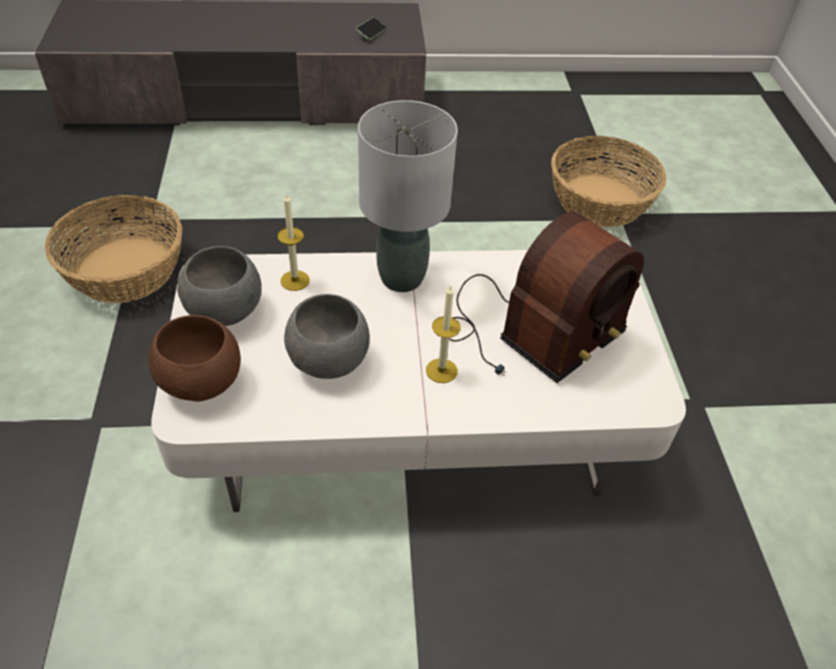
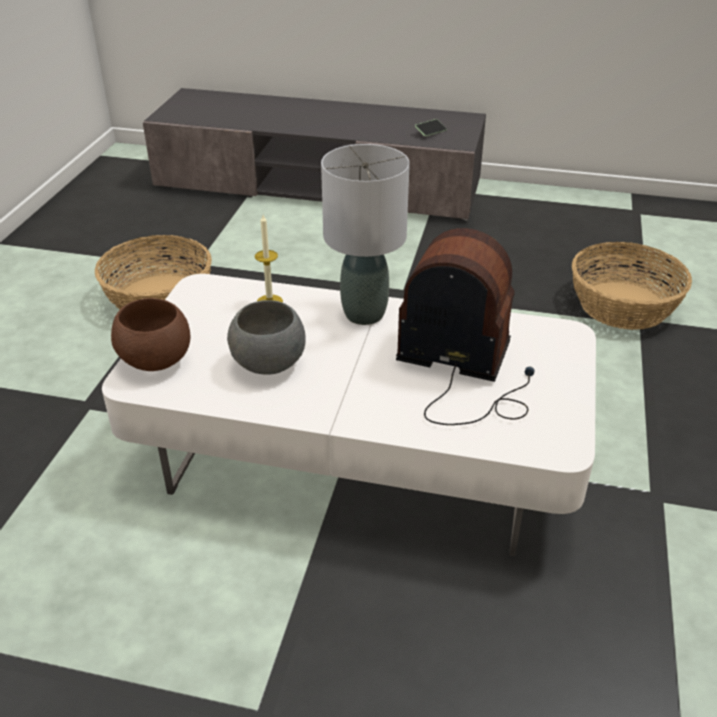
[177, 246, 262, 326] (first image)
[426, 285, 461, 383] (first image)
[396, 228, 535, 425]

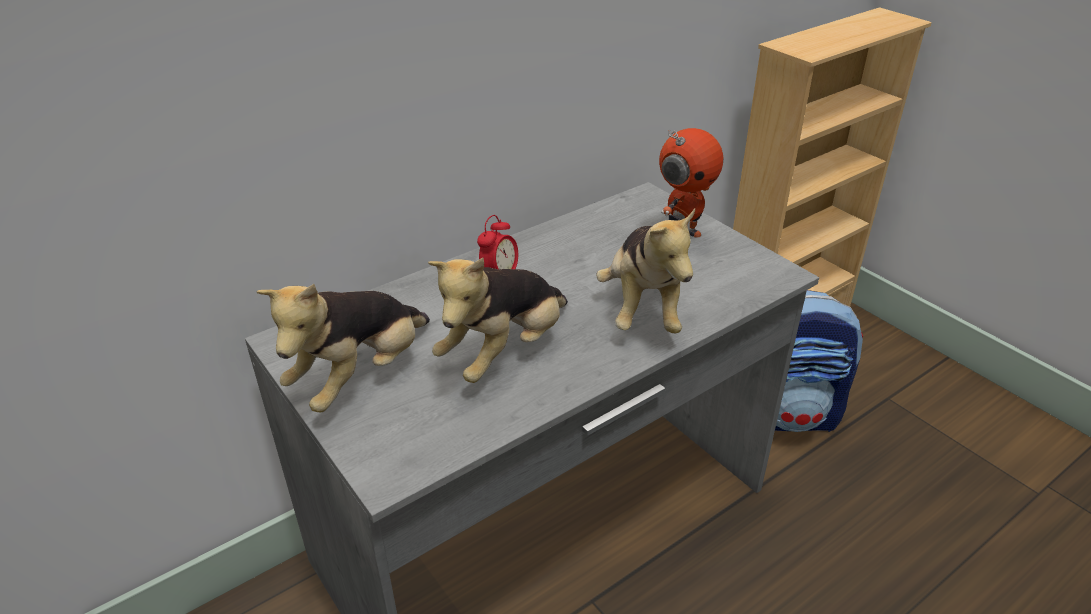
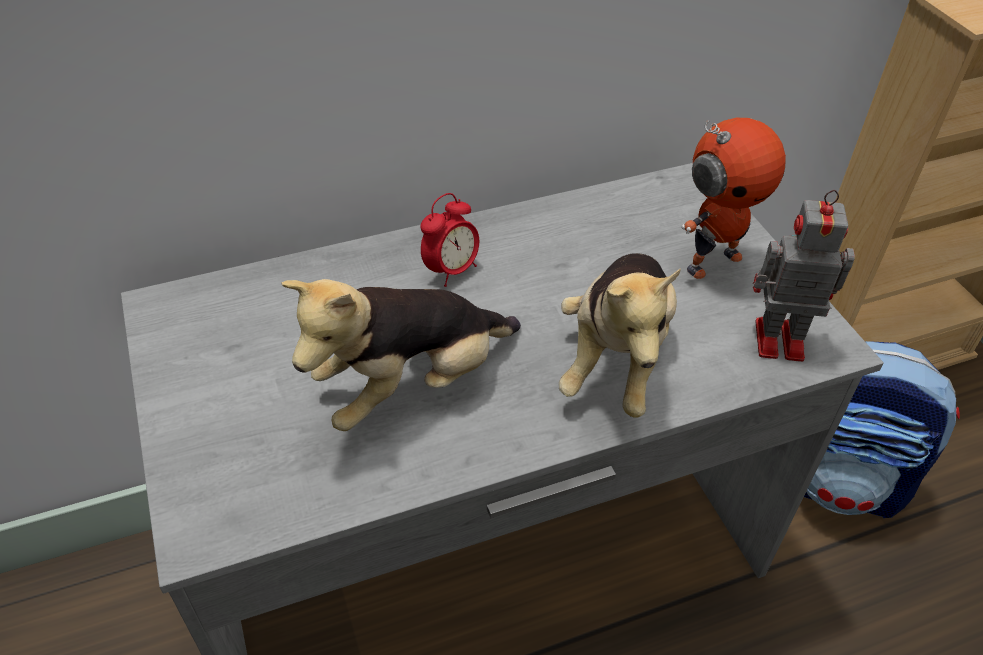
[256, 284, 430, 412] (first image)
[753, 190, 855, 362]

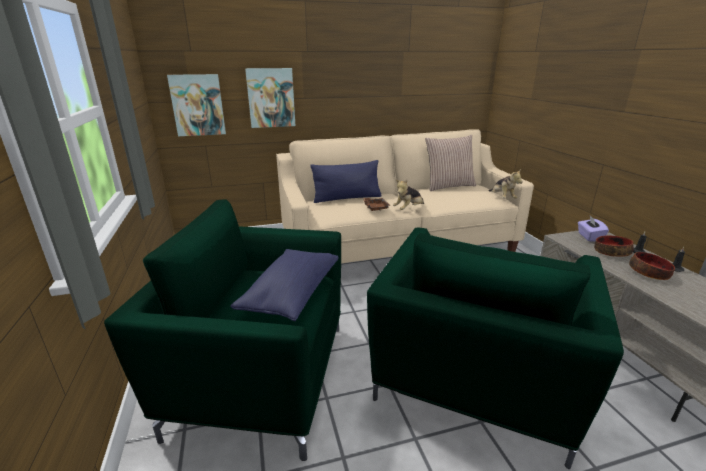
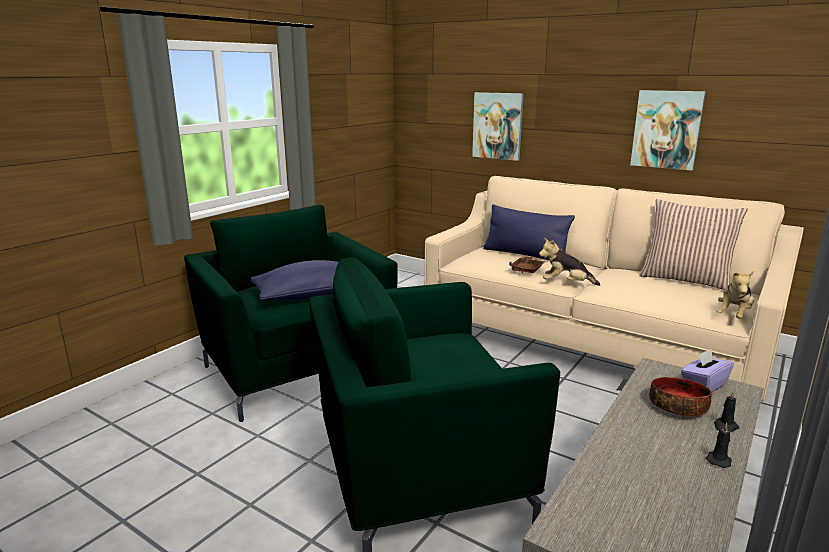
[630, 90, 706, 171]
[629, 252, 675, 280] (first image)

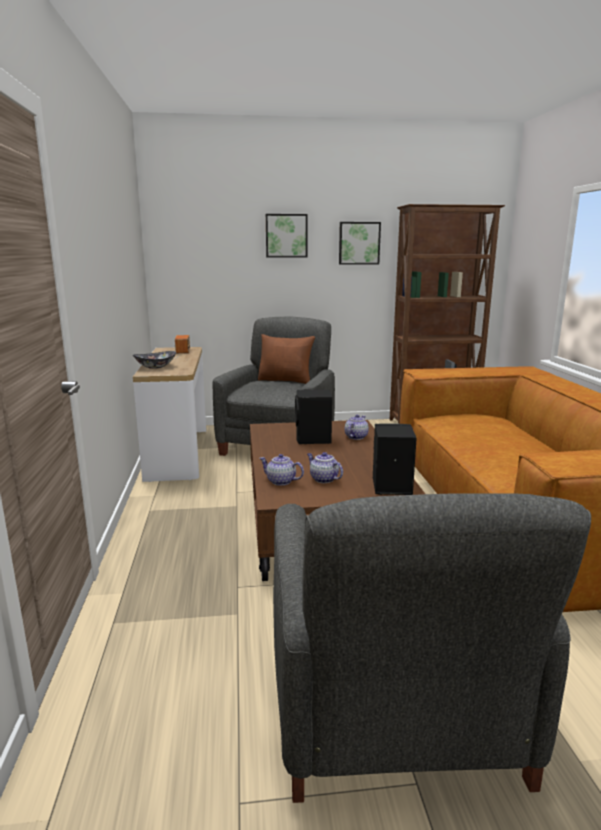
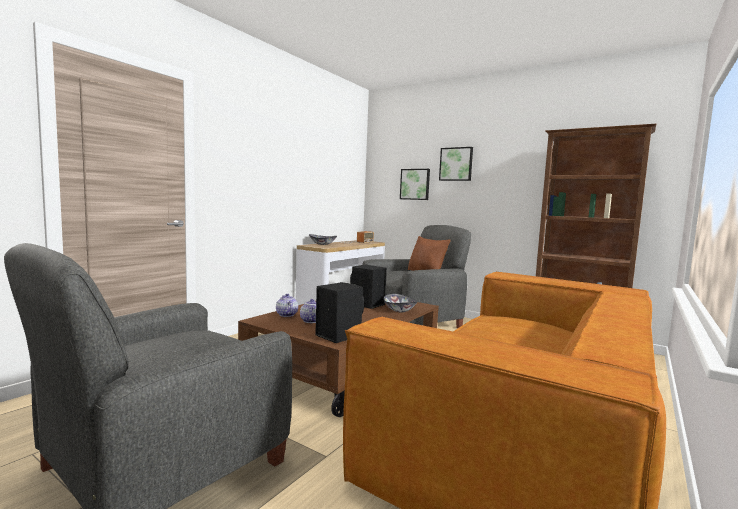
[400, 169, 430, 200]
[383, 293, 417, 313]

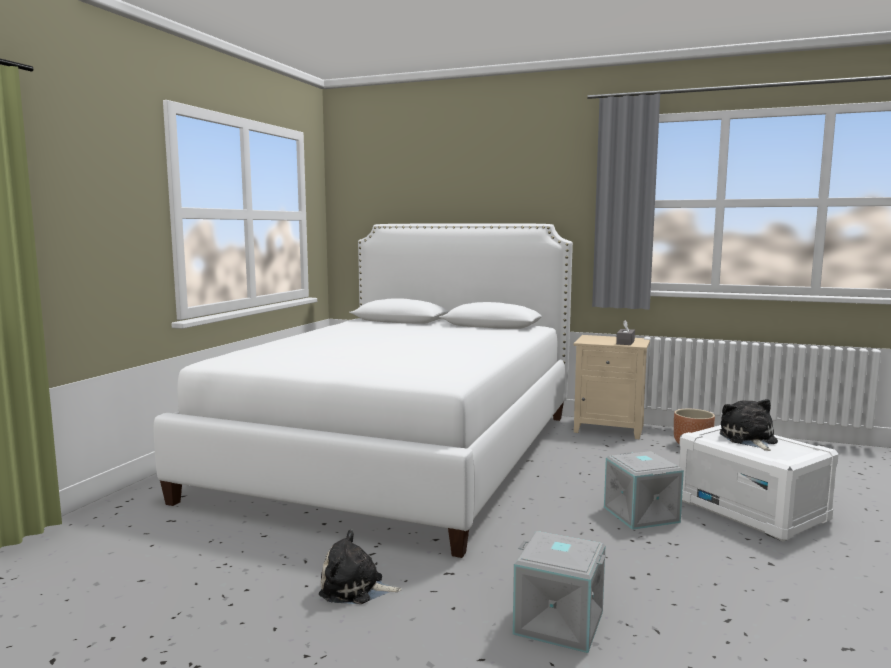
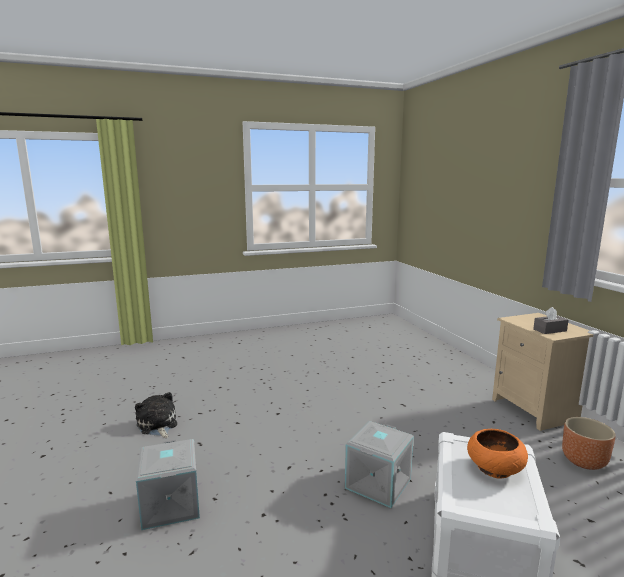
[154, 223, 573, 558] (first image)
[467, 429, 528, 479]

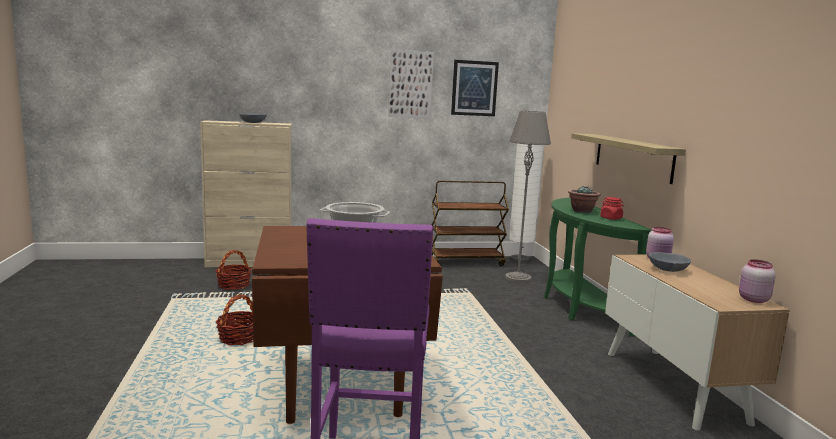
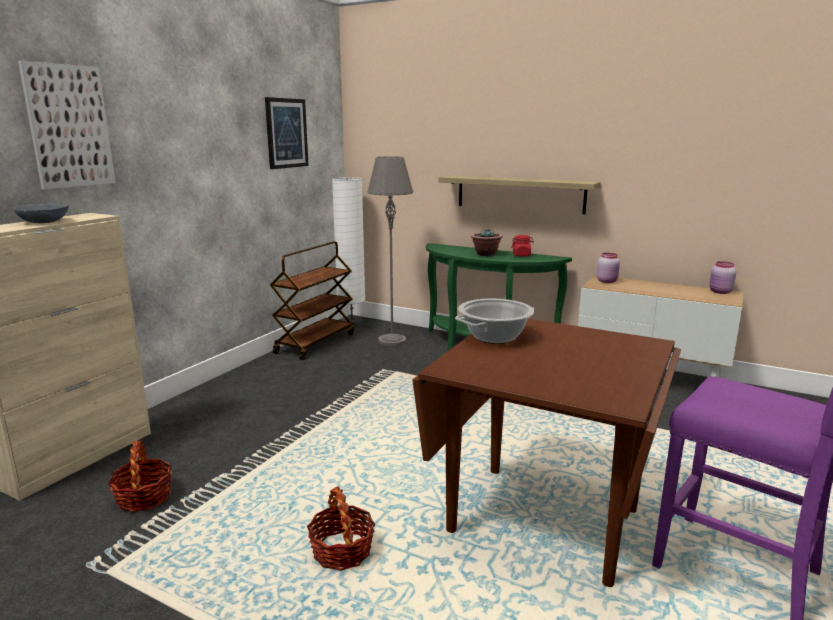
[18, 61, 116, 190]
[649, 252, 691, 272] (first image)

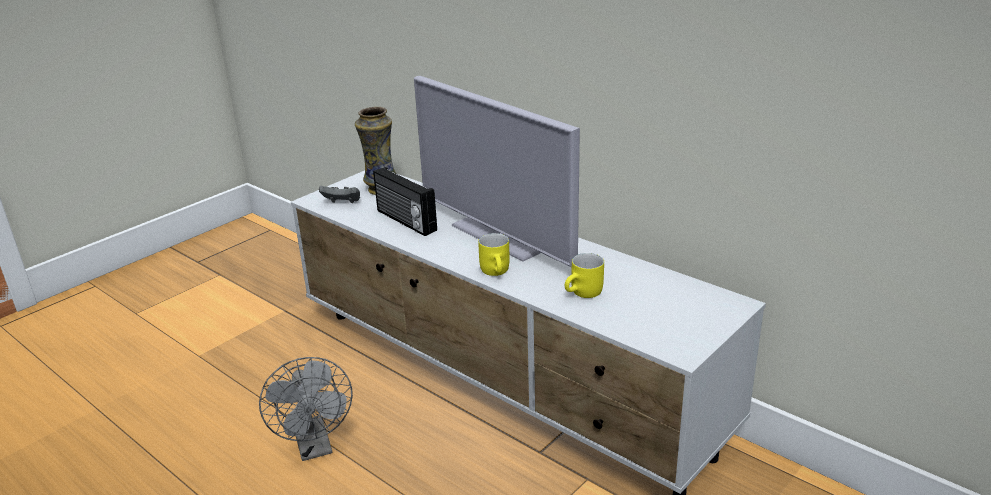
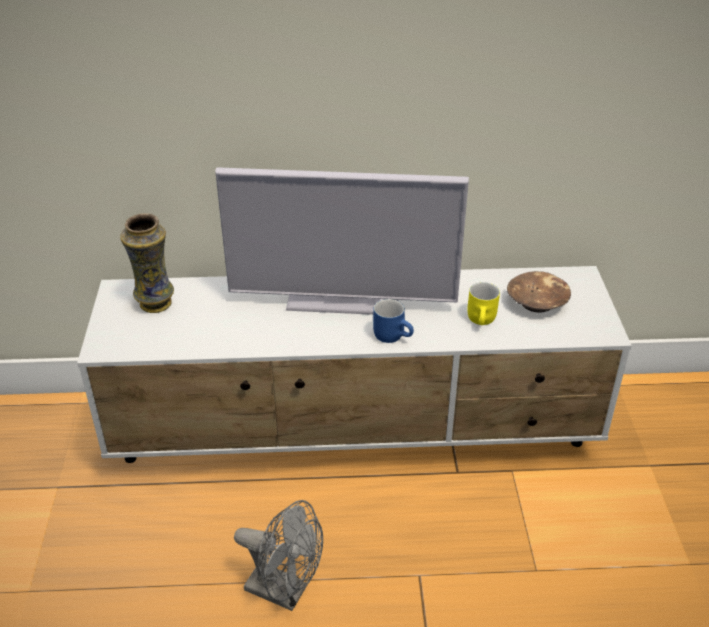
[319, 186, 360, 203] (first image)
[373, 167, 437, 236] (first image)
[373, 299, 414, 343]
[507, 271, 571, 313]

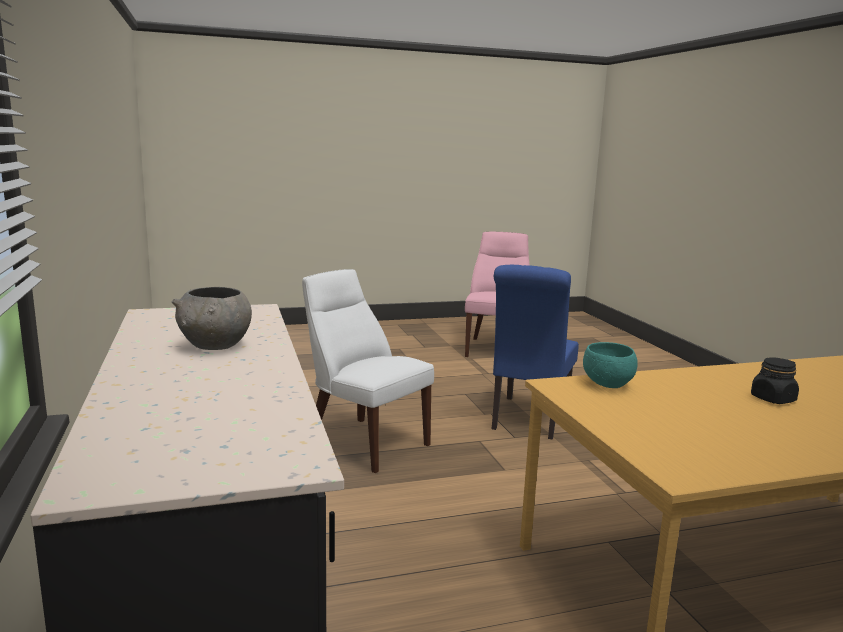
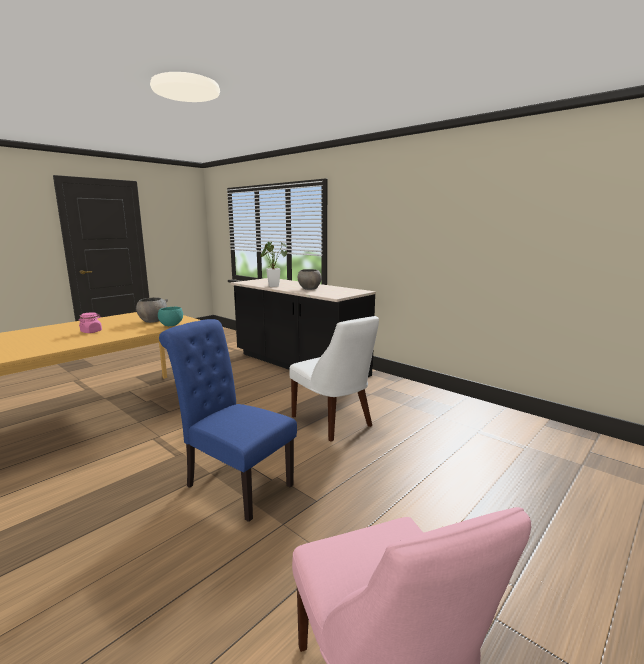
[289, 316, 379, 442]
[159, 319, 297, 522]
[79, 312, 102, 333]
[136, 297, 168, 323]
[260, 242, 288, 287]

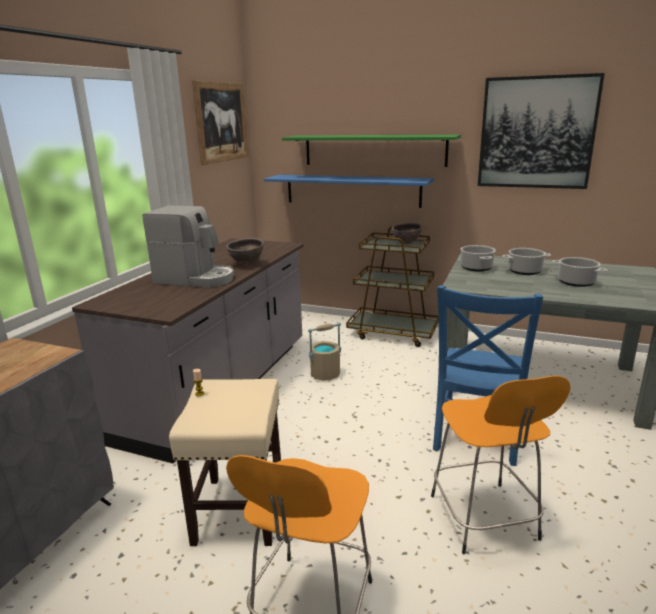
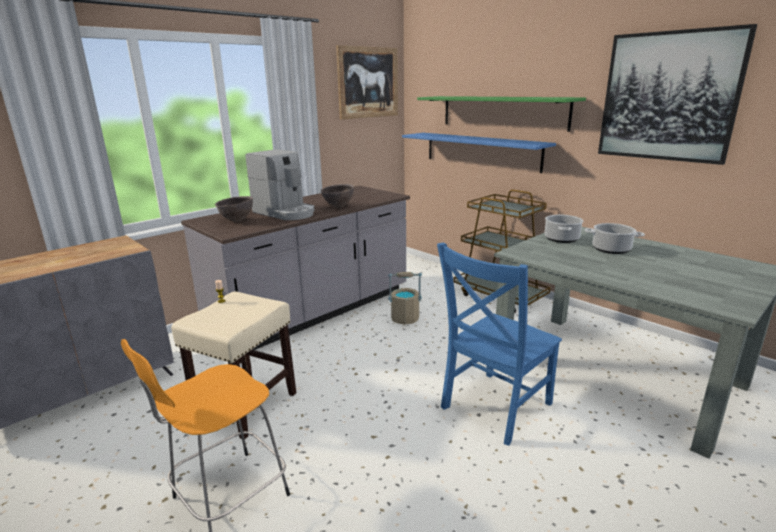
[215, 196, 253, 222]
[431, 376, 571, 554] (first image)
[552, 257, 608, 287] (first image)

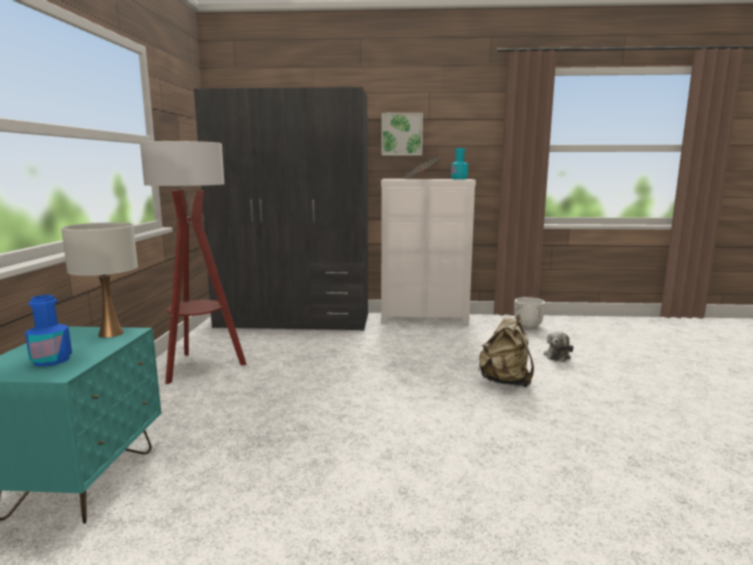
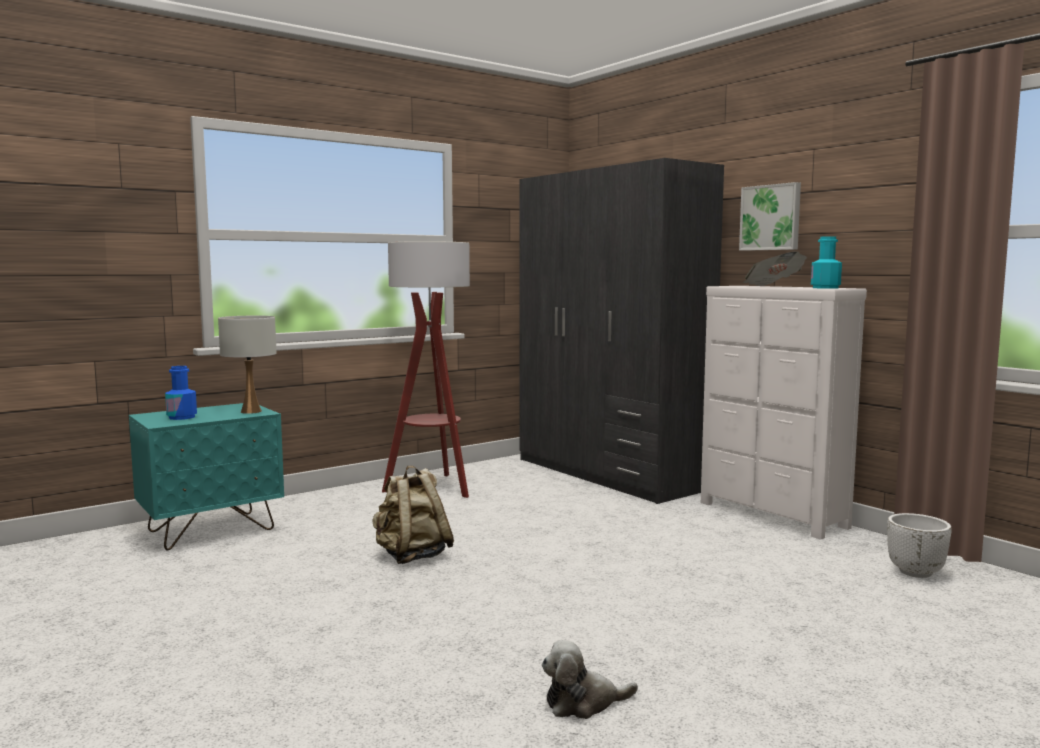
[372, 466, 454, 564]
[542, 640, 638, 719]

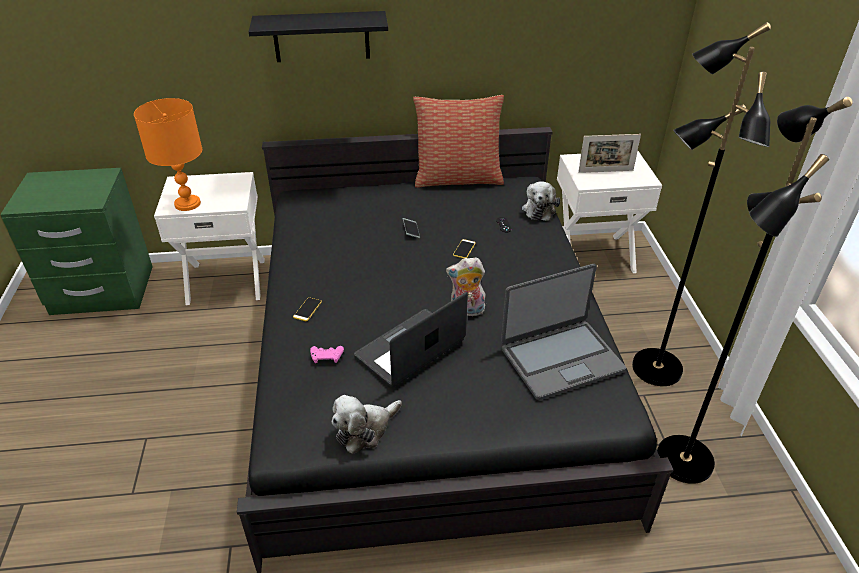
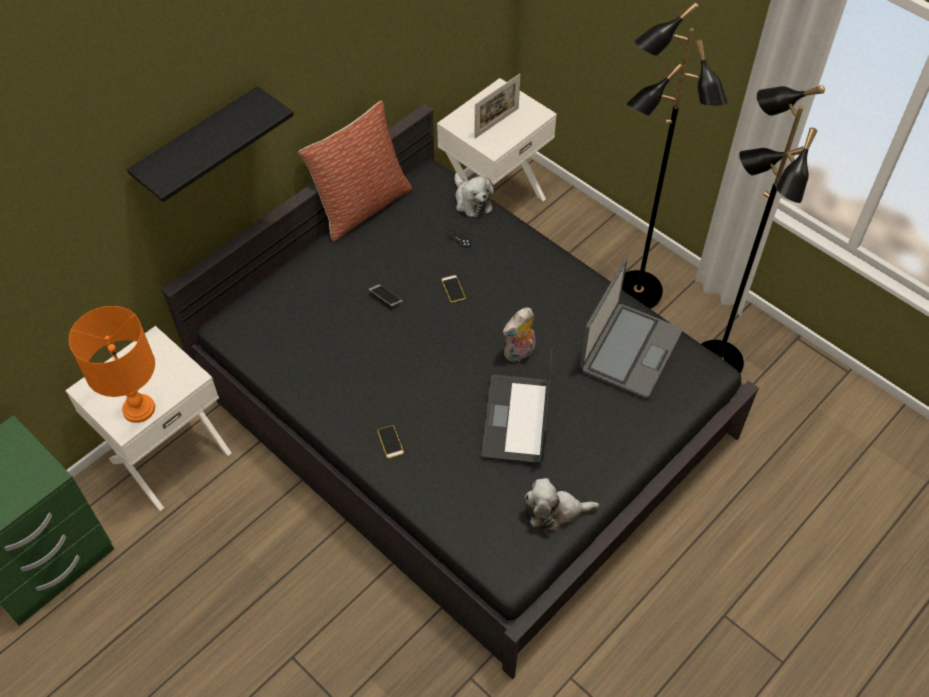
[310, 346, 344, 363] (first image)
[525, 478, 599, 532]

